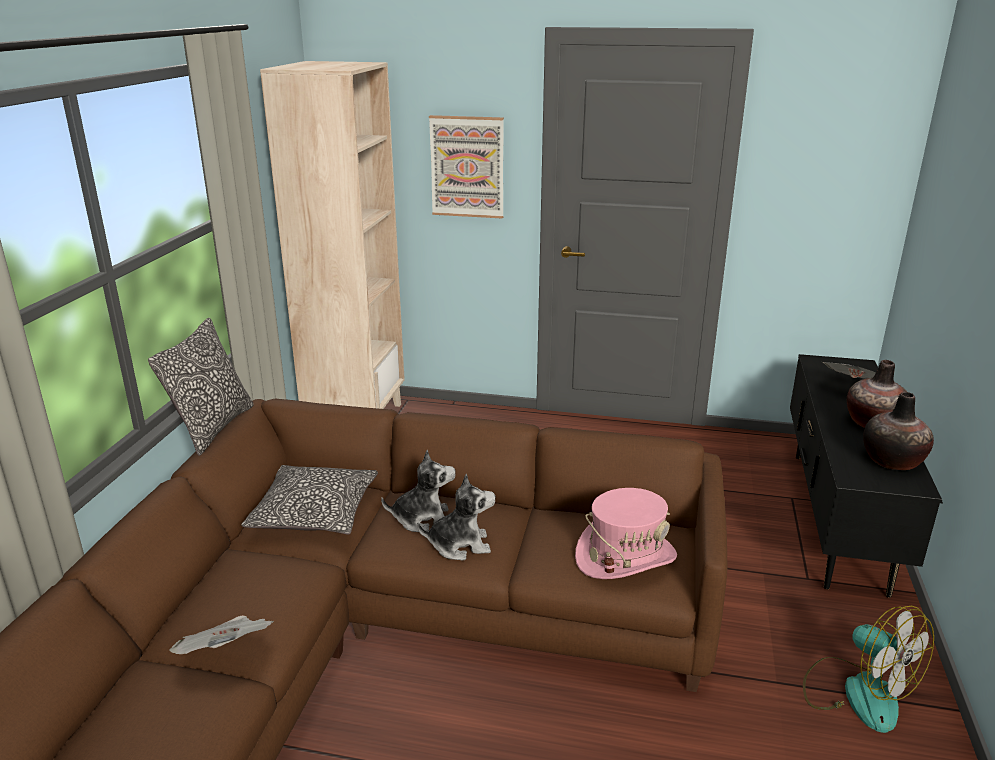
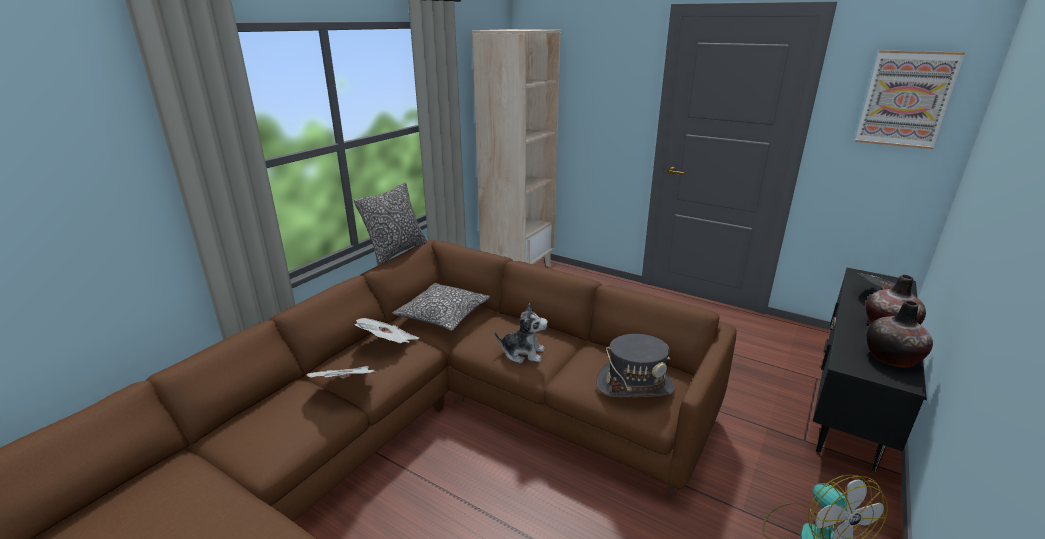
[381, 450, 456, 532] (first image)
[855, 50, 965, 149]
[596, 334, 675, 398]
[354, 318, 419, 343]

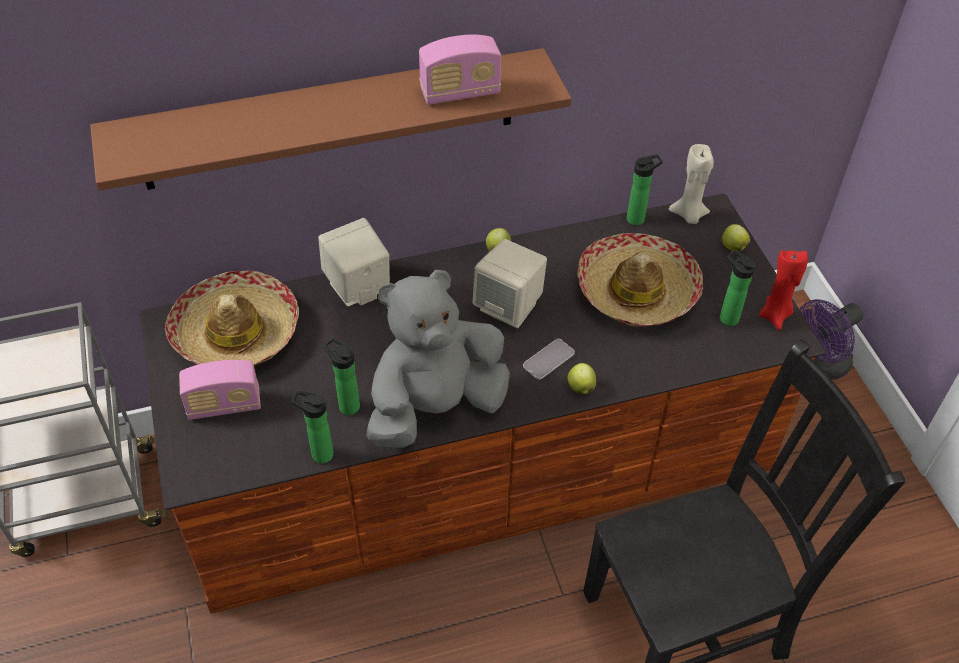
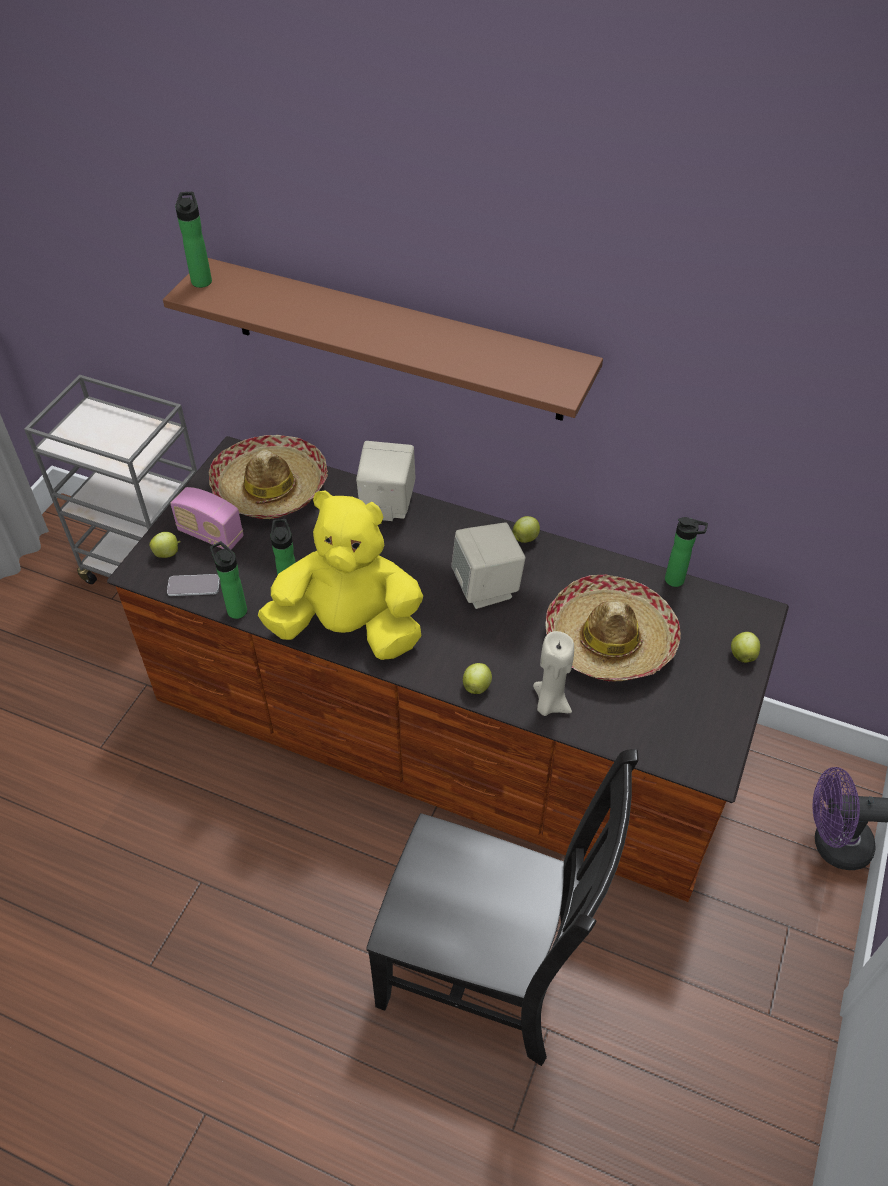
[258, 490, 423, 660]
[419, 34, 501, 105] (first image)
[167, 574, 220, 596]
[533, 631, 574, 716]
[175, 192, 212, 288]
[759, 250, 808, 330] (first image)
[149, 532, 181, 558]

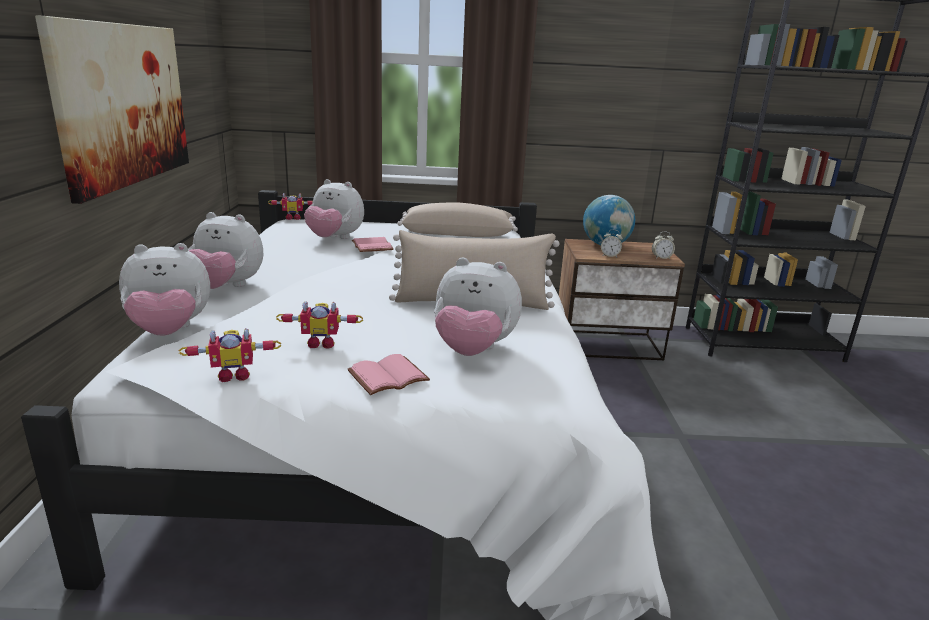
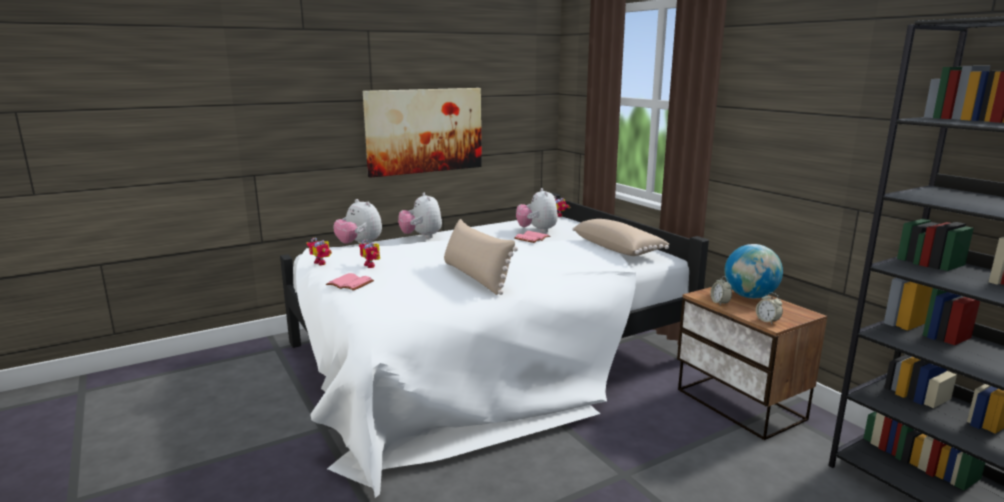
[434, 257, 522, 356] (first image)

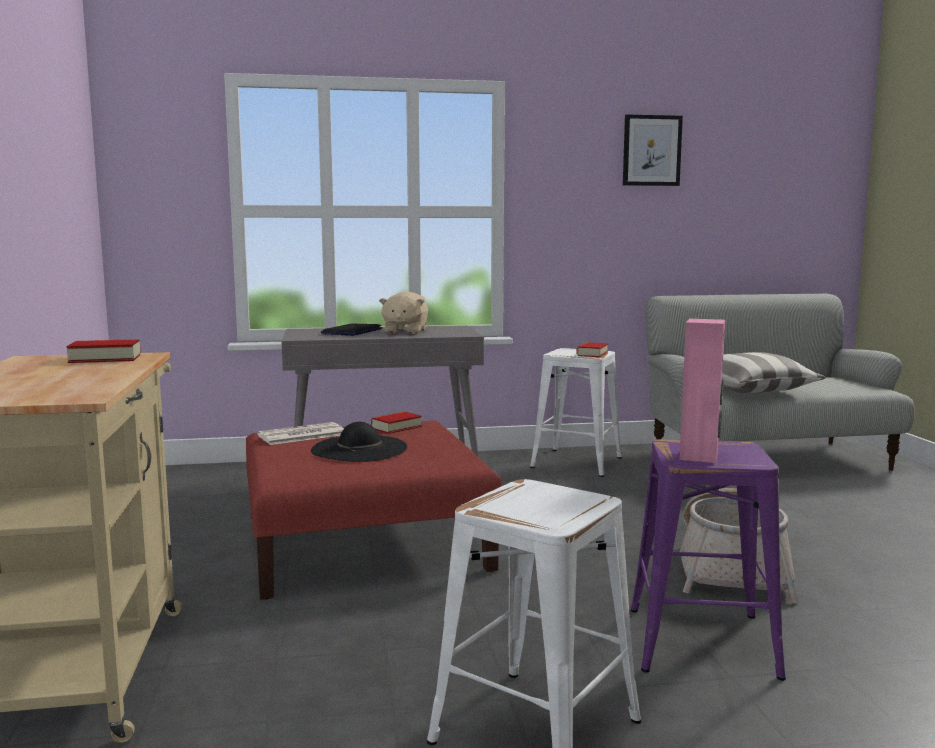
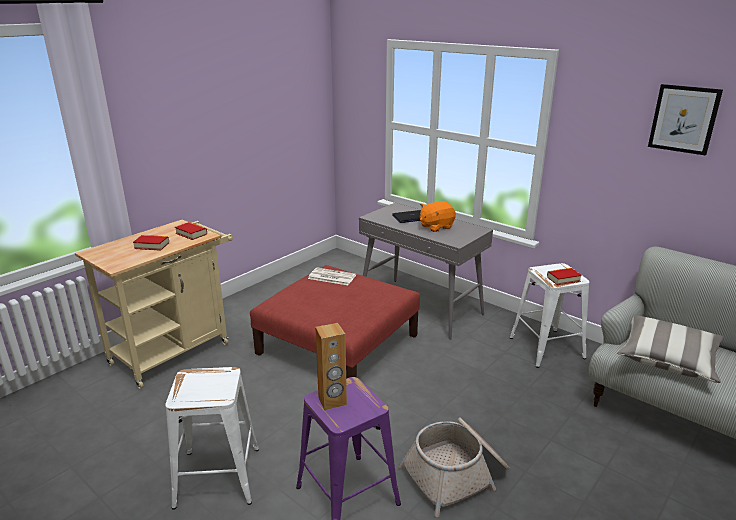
[311, 422, 407, 462] (first image)
[133, 235, 169, 251]
[420, 201, 456, 232]
[315, 323, 347, 410]

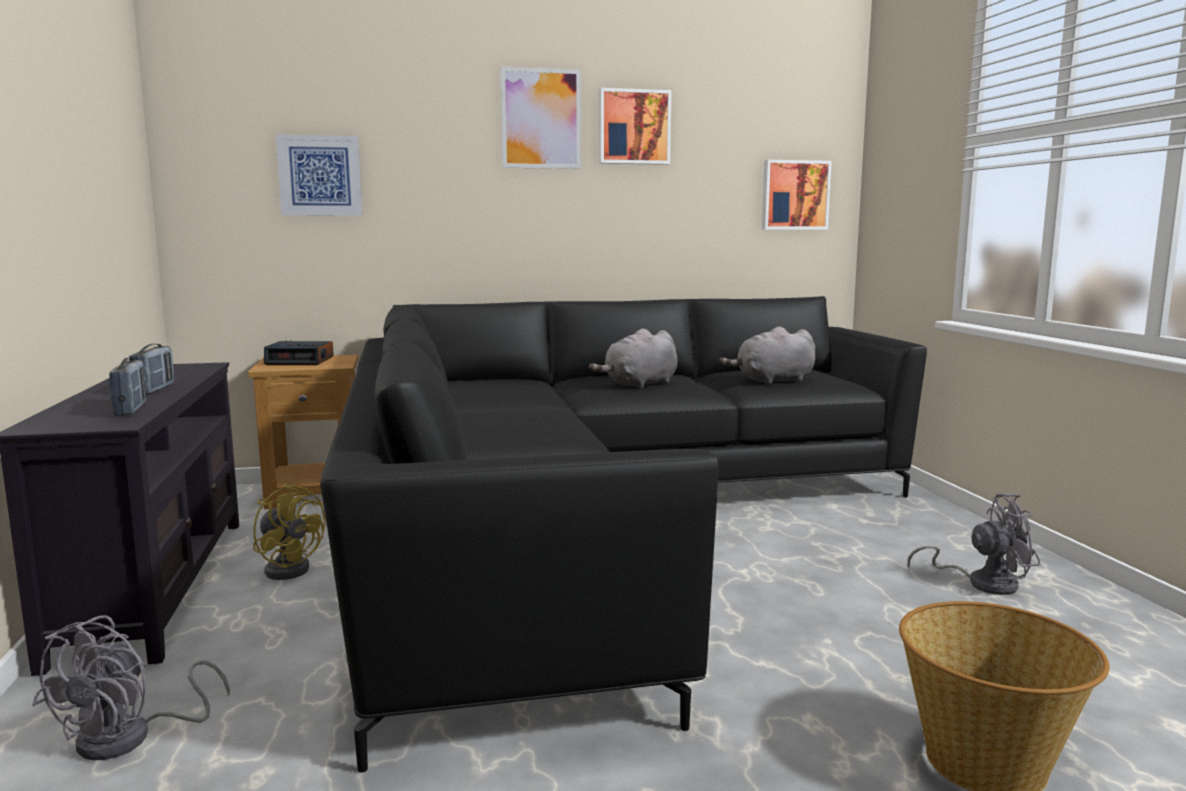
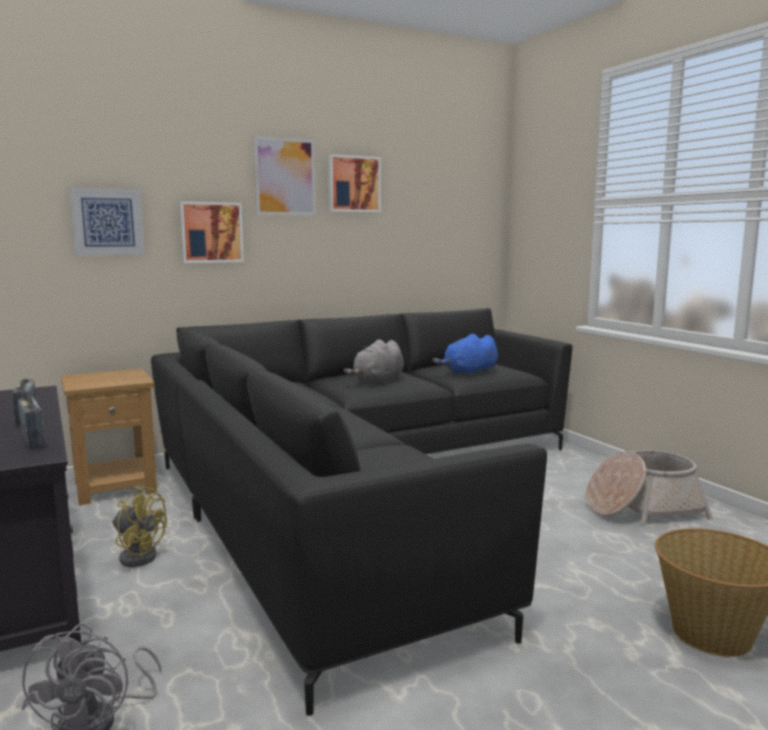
[264, 341, 334, 365] (first image)
[432, 334, 498, 377]
[179, 201, 244, 263]
[585, 450, 713, 525]

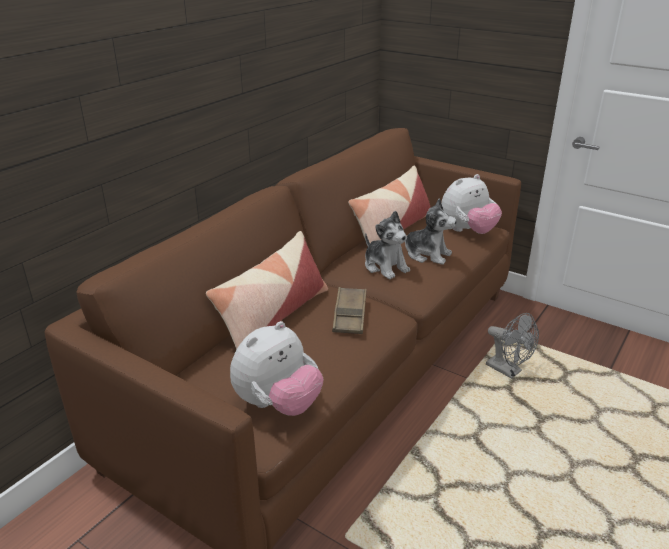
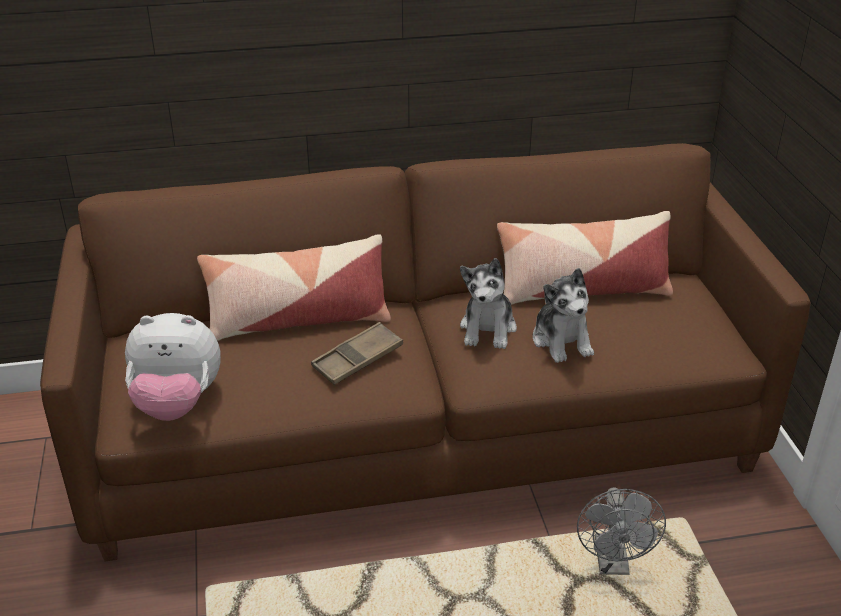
[441, 174, 502, 234] (first image)

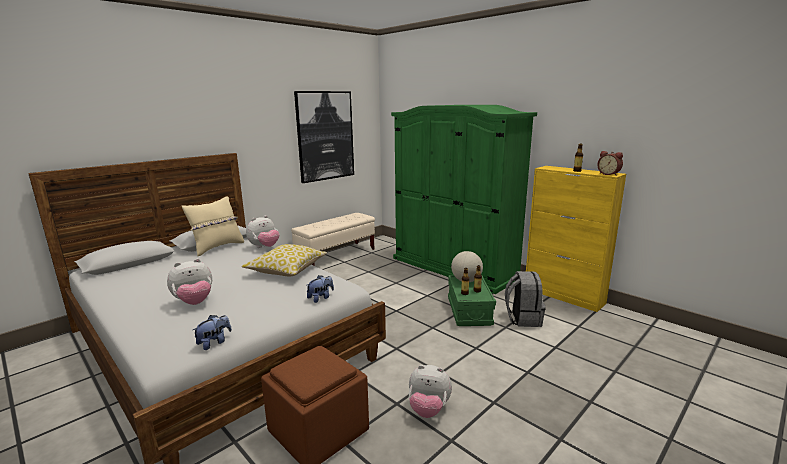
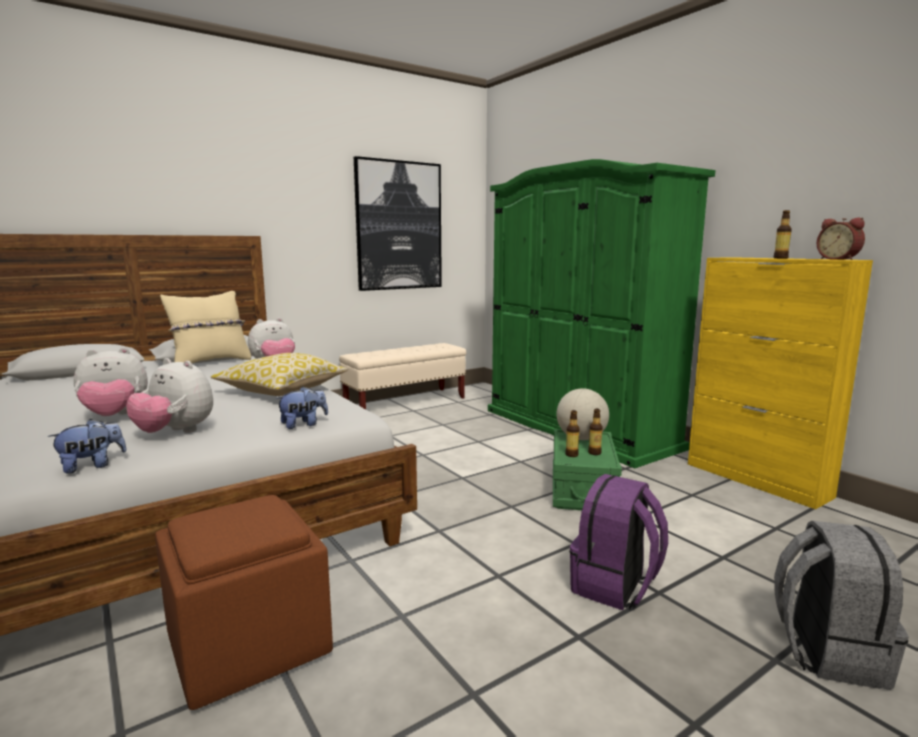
[126, 358, 213, 433]
[774, 521, 909, 690]
[570, 474, 668, 610]

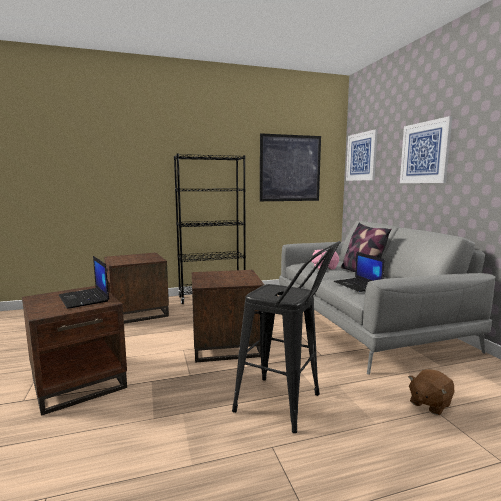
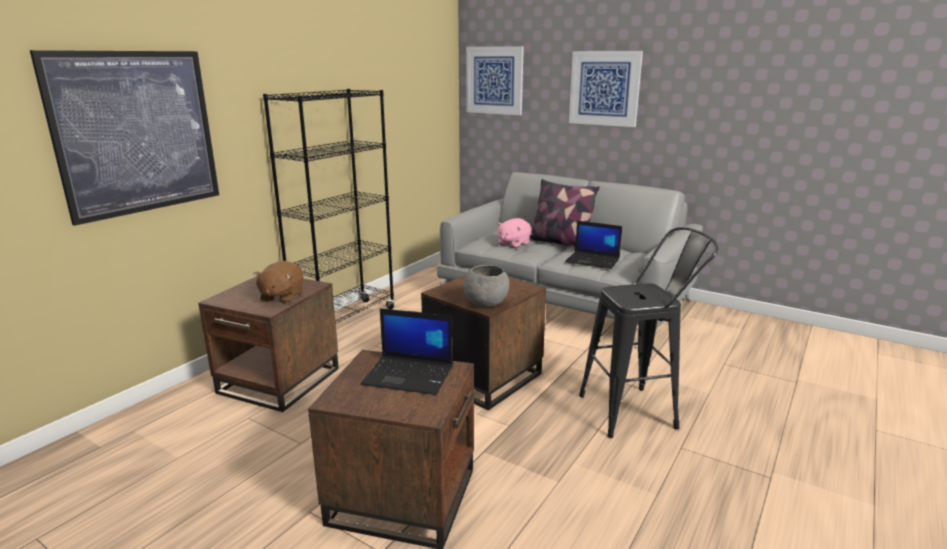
[30, 50, 219, 226]
[253, 261, 304, 304]
[463, 265, 510, 307]

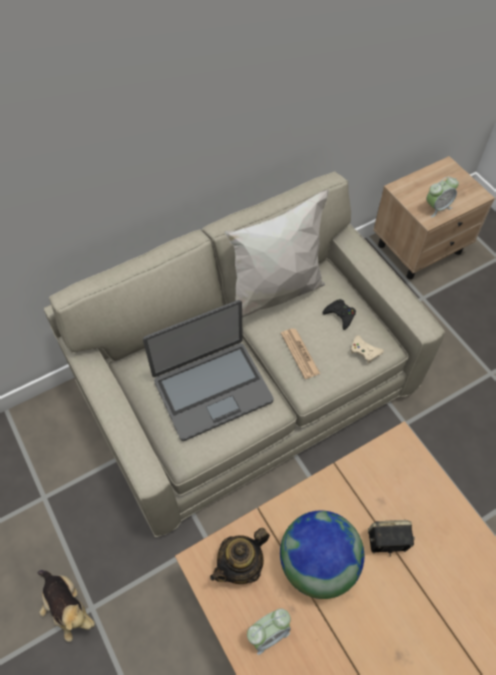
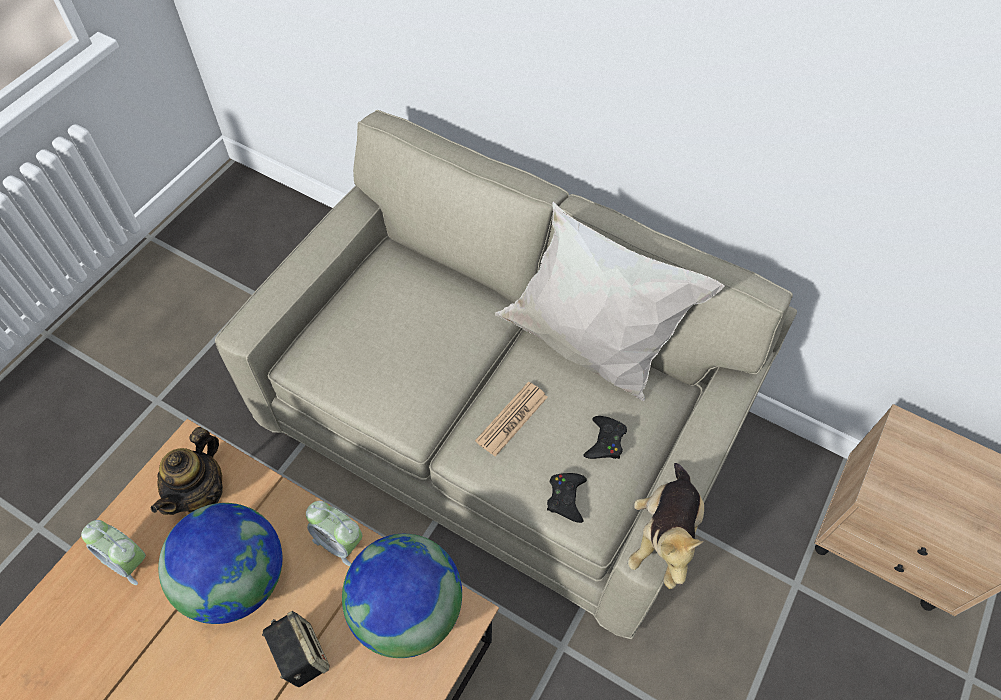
[628, 463, 704, 589]
[143, 300, 274, 441] (first image)
[151, 427, 223, 515]
[547, 473, 587, 523]
[306, 501, 363, 566]
[342, 534, 462, 658]

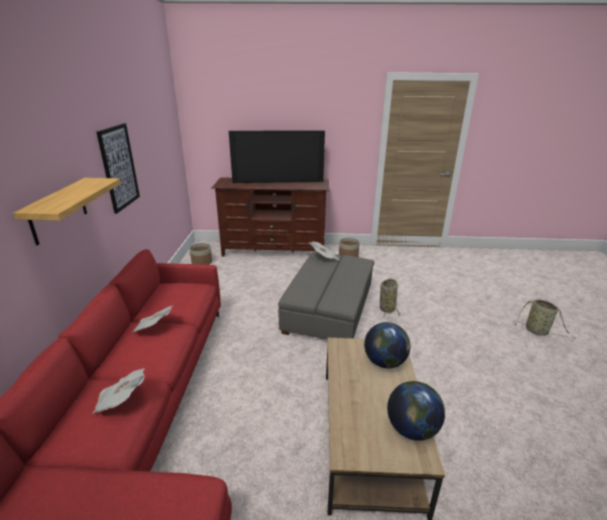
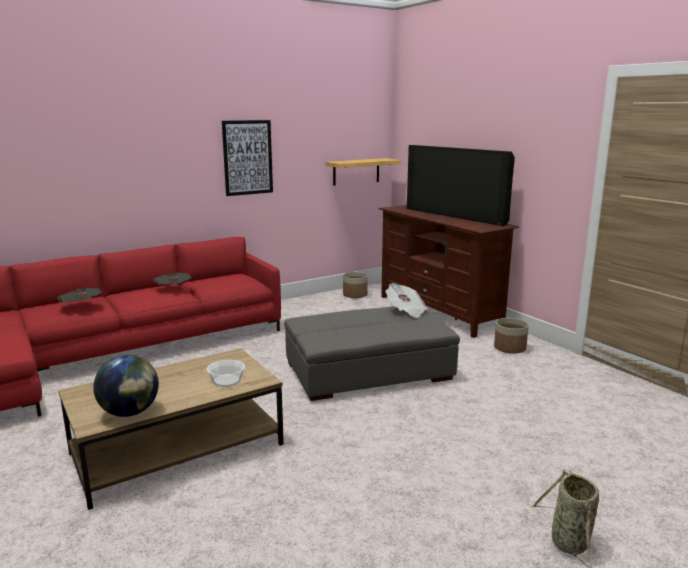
[326, 158, 401, 186]
[207, 360, 245, 387]
[380, 279, 400, 318] (first image)

